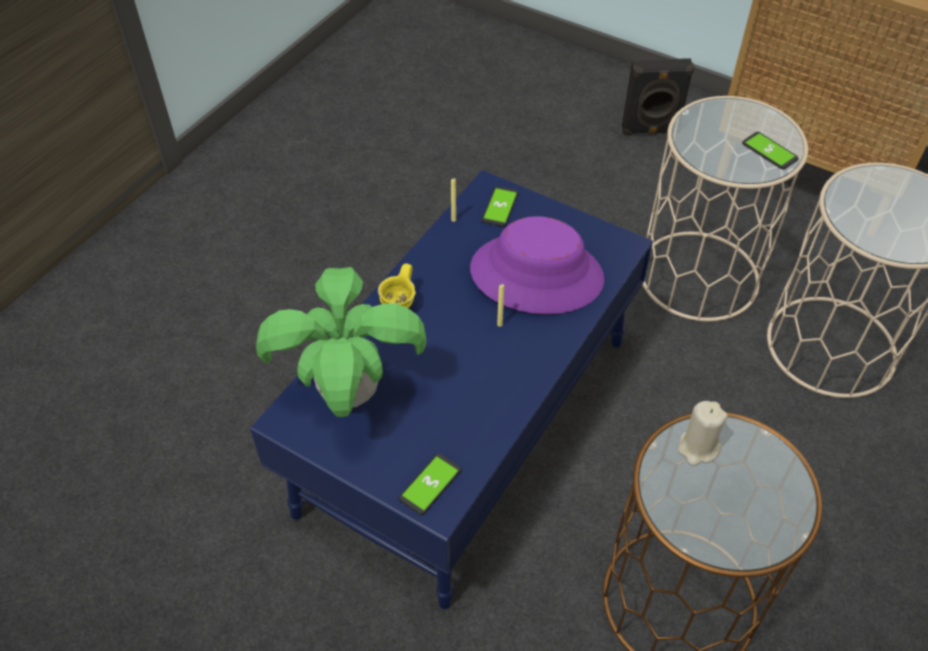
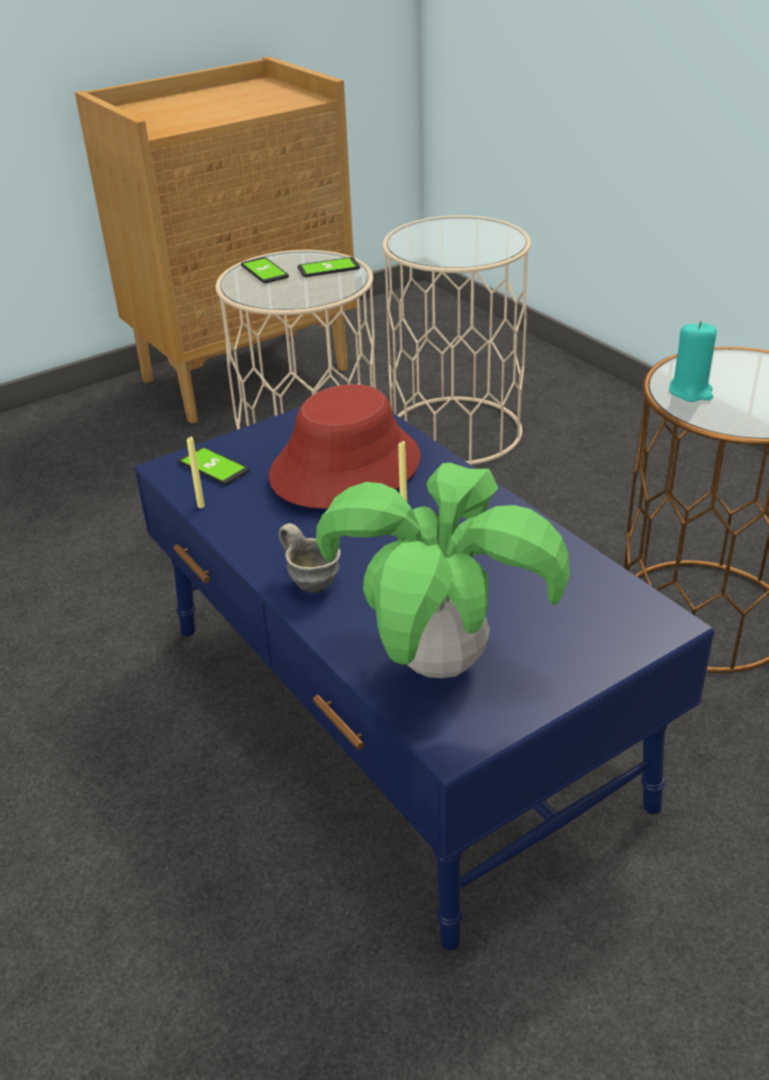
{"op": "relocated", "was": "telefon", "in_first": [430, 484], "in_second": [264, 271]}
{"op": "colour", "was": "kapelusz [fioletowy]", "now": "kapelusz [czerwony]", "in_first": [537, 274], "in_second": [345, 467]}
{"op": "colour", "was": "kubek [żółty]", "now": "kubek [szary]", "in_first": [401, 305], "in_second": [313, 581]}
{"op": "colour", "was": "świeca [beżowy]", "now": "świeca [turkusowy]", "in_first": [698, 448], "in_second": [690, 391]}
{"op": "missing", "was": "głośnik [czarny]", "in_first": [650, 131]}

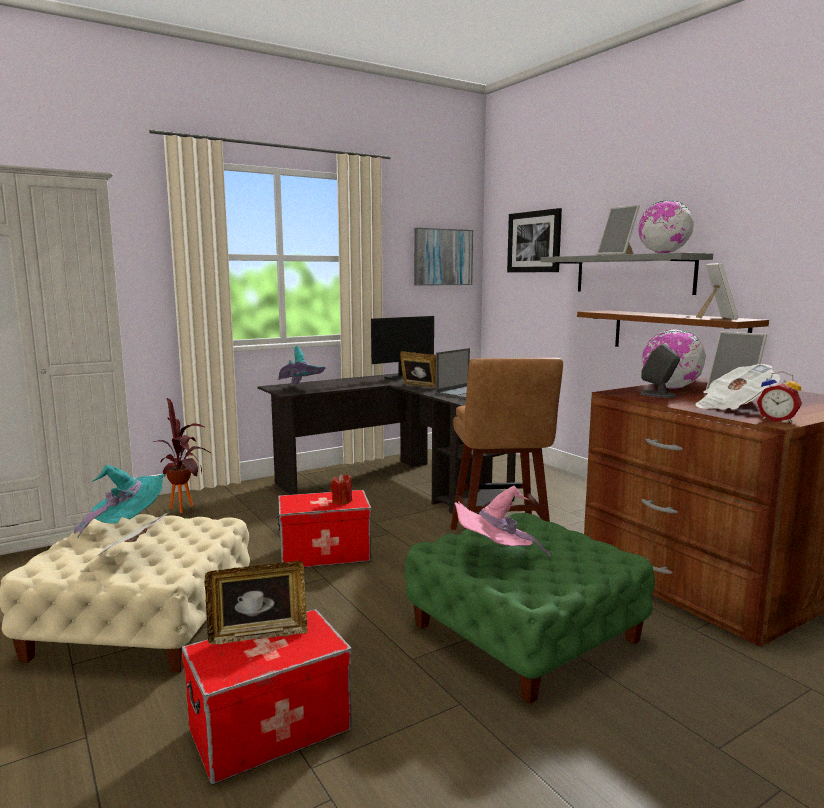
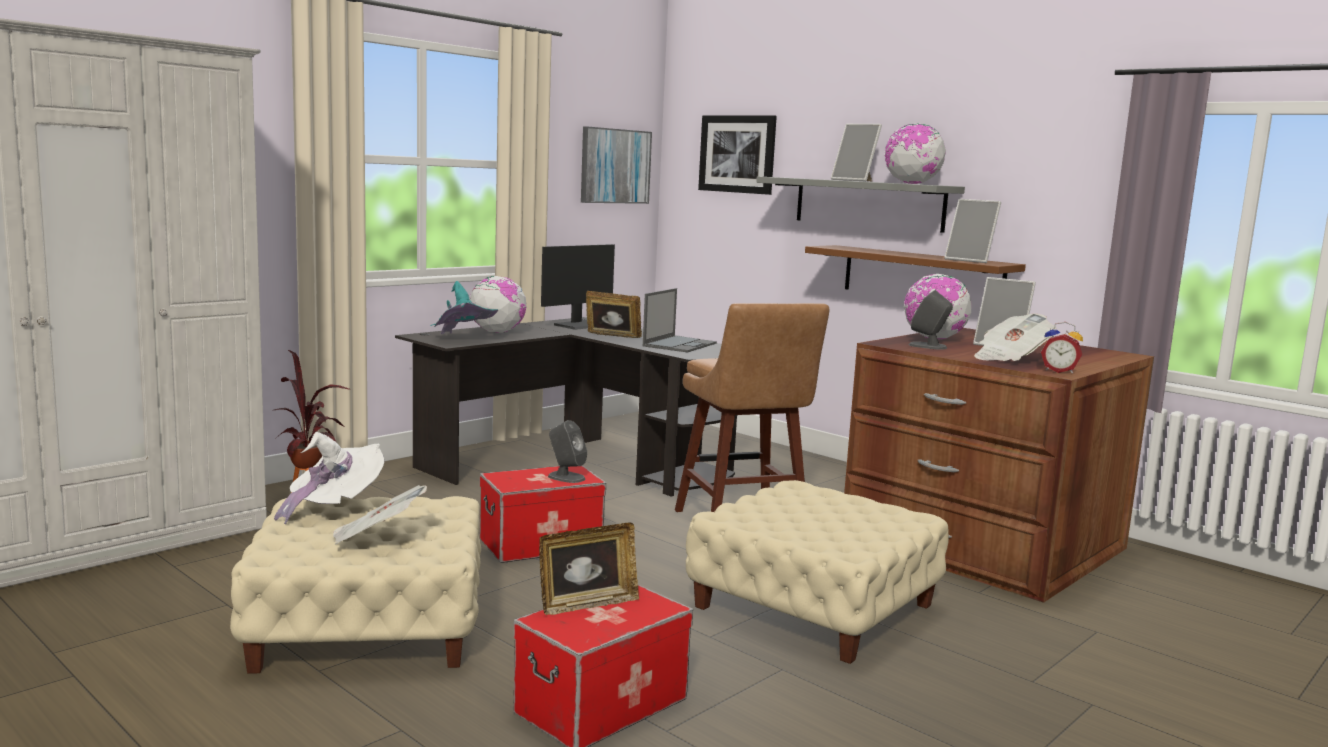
{"op": "colour", "was": "kapelusz [turkusowy]", "now": "kapelusz [biały]", "in_first": [128, 524], "in_second": [333, 507]}
{"op": "appeared", "now": "globus", "in_second": [497, 332]}
{"op": "exchanged", "was": "świeca [czerwony]", "now": "głośnik [szary]", "in_first": [341, 501], "in_second": [566, 477]}
{"op": "colour", "was": "pufa [zielony]", "now": "pufa [beżowy]", "in_first": [524, 633], "in_second": [814, 606]}
{"op": "spun", "was": "ramka na zdjęcie", "in_first": [716, 318], "in_second": [970, 260], "clockwise": 135}
{"op": "missing", "was": "kapelusz [różowy]", "in_first": [495, 556]}

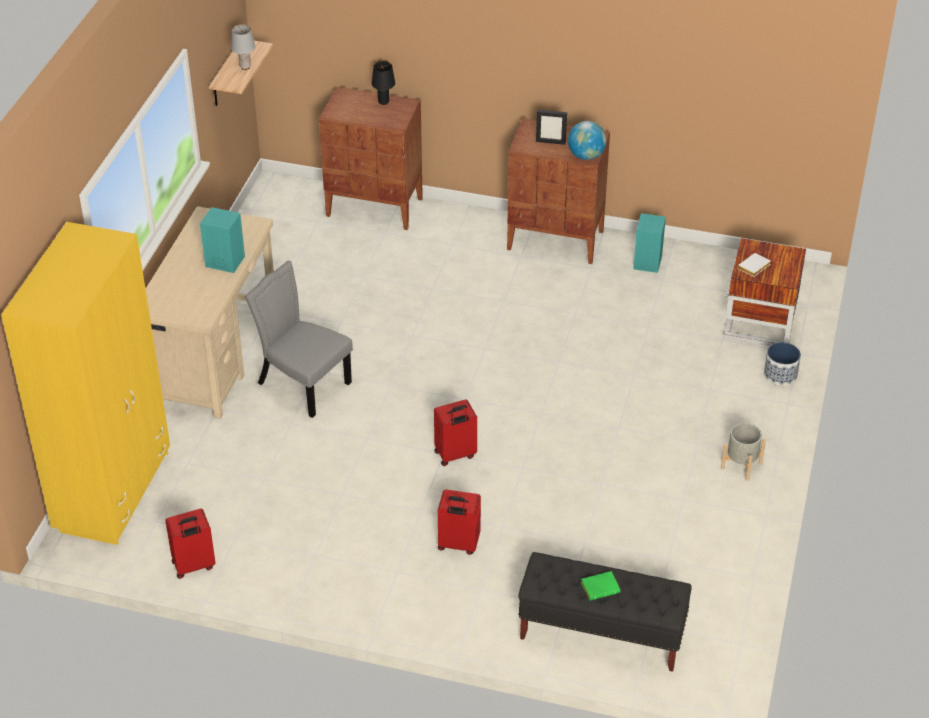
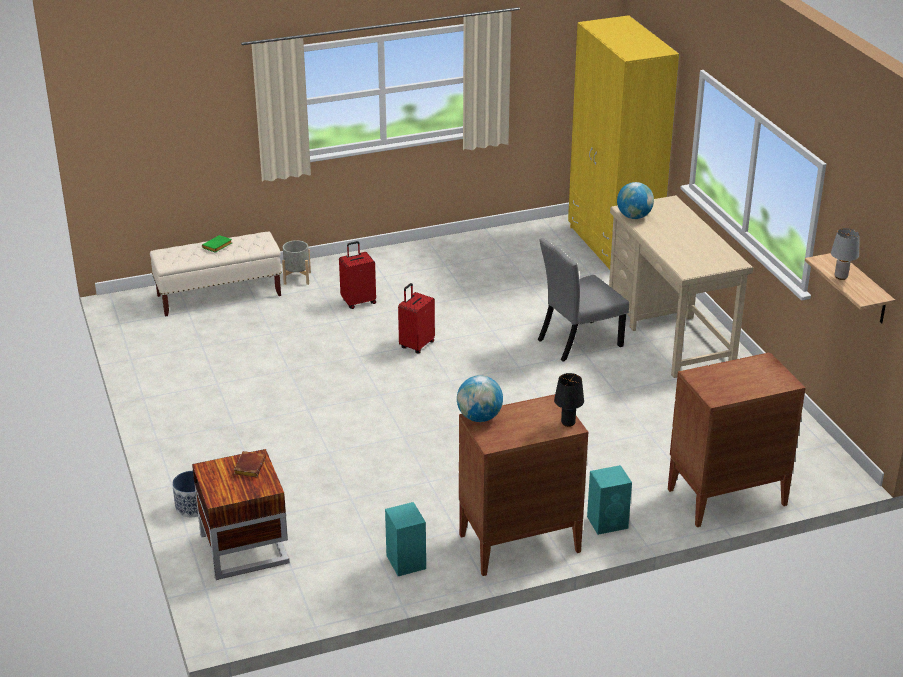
{"op": "colour", "was": "ławka [czarny]", "now": "ławka [beżowy]", "in_first": [601, 634], "in_second": [219, 296]}
{"op": "colour", "was": "książka [biały]", "now": "książka [brązowy]", "in_first": [754, 268], "in_second": [249, 466]}
{"op": "relocated", "was": "donica [szary]", "in_first": [741, 465], "in_second": [297, 278]}
{"op": "spun", "was": "krzesło [szary]", "in_first": [304, 385], "in_second": [580, 341], "clockwise": 150}
{"op": "relocated", "was": "lampa stołowa [czarny]", "in_first": [383, 101], "in_second": [568, 423]}
{"op": "relocated", "was": "głośnik [turkusowy]", "in_first": [224, 261], "in_second": [608, 522]}
{"op": "appeared", "now": "globus", "in_second": [634, 217]}
{"op": "missing", "was": "walizka [czerwony]", "in_first": [193, 566]}
{"op": "missing", "was": "ramka na zdjęcie", "in_first": [550, 141]}

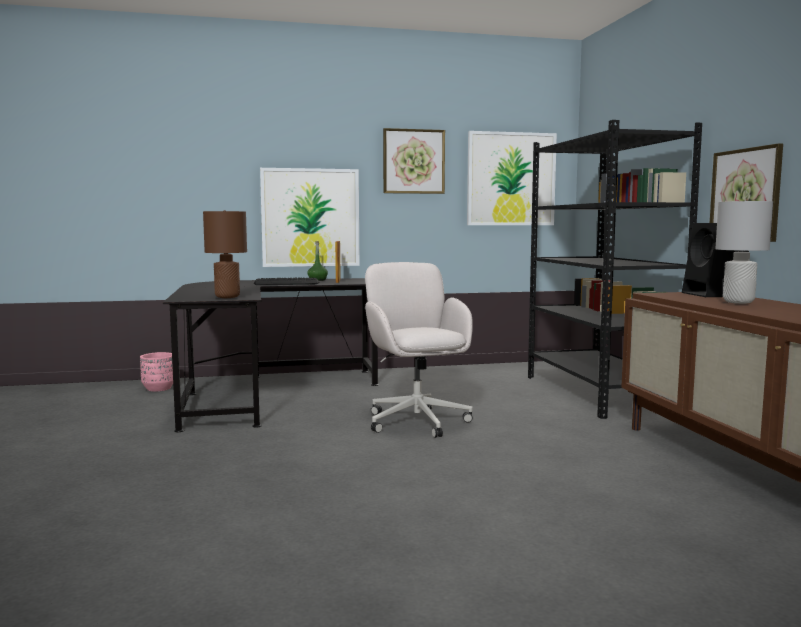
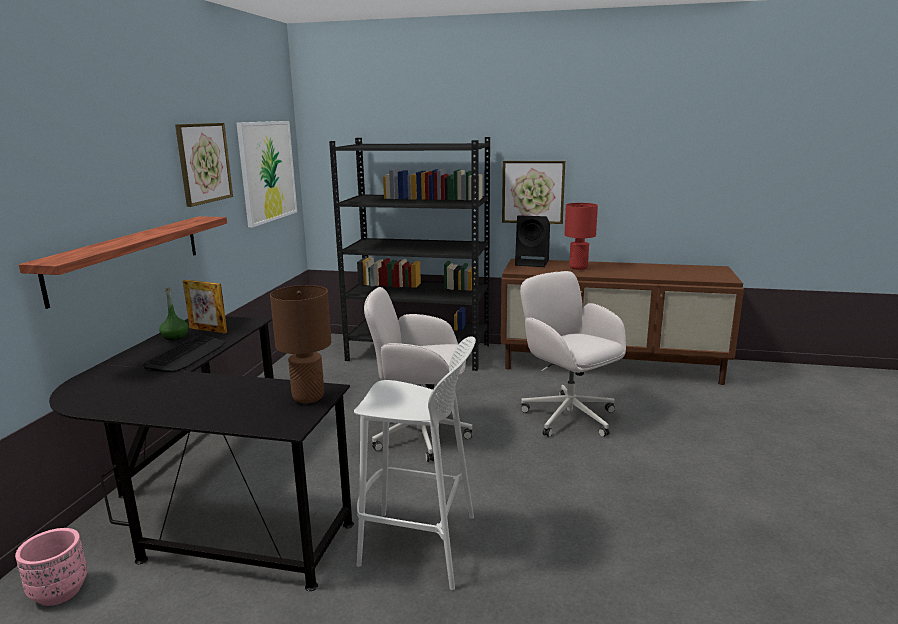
{"op": "exchanged", "was": "obraz", "now": "półka", "in_first": [310, 217], "in_second": [128, 256]}
{"op": "appeared", "now": "stołek [biały]", "in_second": [420, 545]}
{"op": "appeared", "now": "krzesło biurowe [biały]", "in_second": [569, 417]}
{"op": "colour", "was": "lampa stołowa [szary]", "now": "lampa stołowa [czerwony]", "in_first": [737, 303], "in_second": [578, 268]}

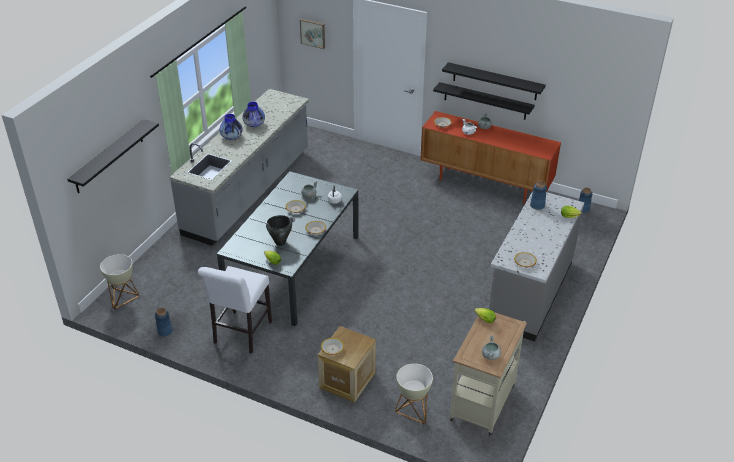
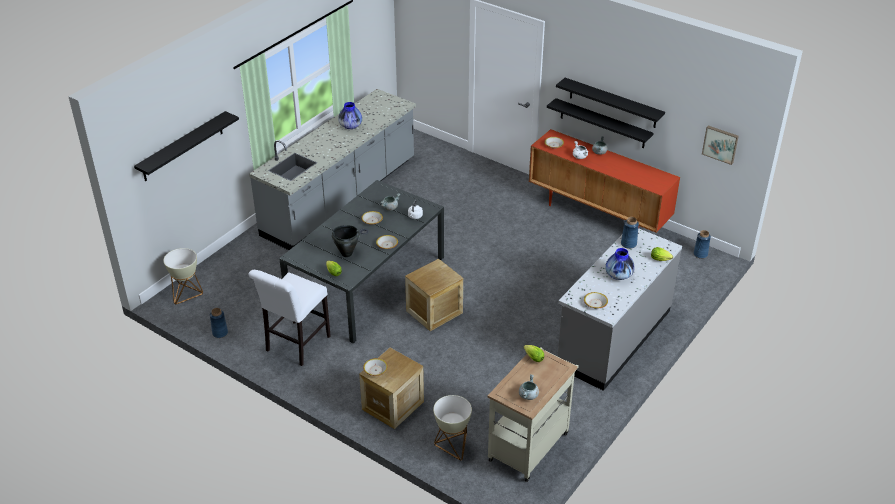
{"op": "appeared", "now": "skrzynka", "in_second": [434, 312]}
{"op": "relocated", "was": "wazon", "in_first": [231, 137], "in_second": [618, 275]}
{"op": "relocated", "was": "obraz", "in_first": [313, 33], "in_second": [720, 144]}

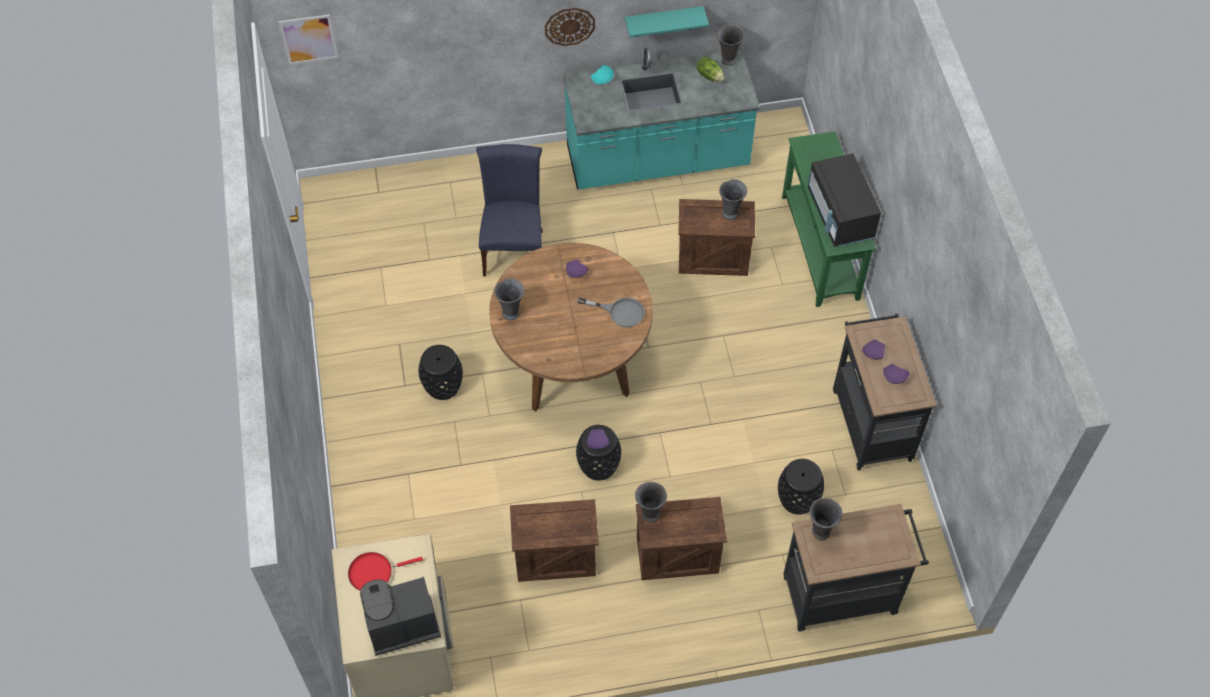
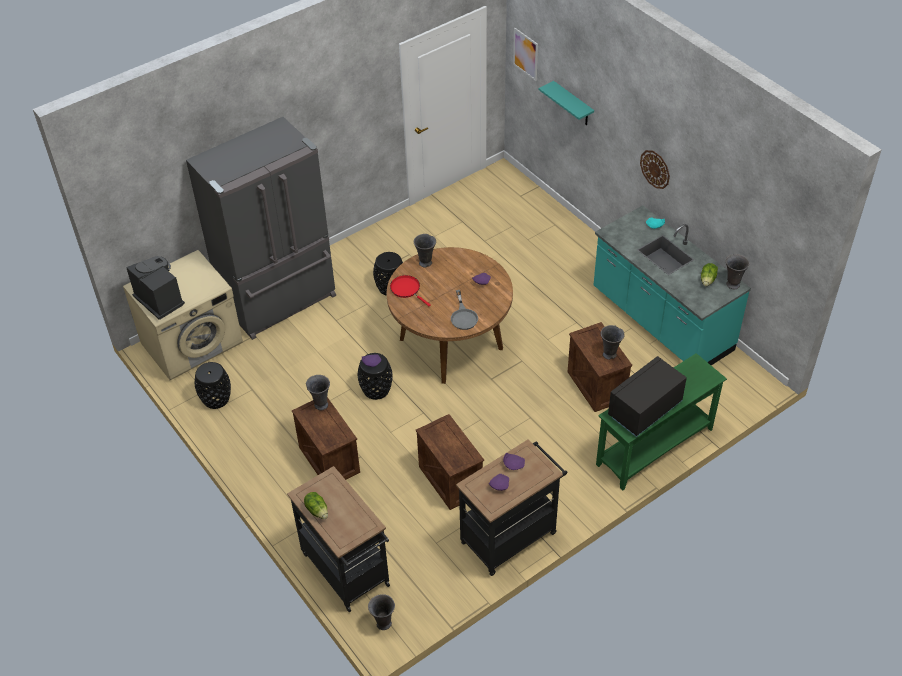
{"op": "appeared", "now": "lodówka [szary]", "in_second": [280, 301]}
{"op": "relocated", "was": "stołek [czarny]", "in_first": [797, 499], "in_second": [216, 399]}
{"op": "appeared", "now": "sałata", "in_second": [317, 510]}
{"op": "relocated", "was": "wazon [szary]", "in_first": [820, 532], "in_second": [383, 624]}
{"op": "relocated", "was": "patelnia [czerwony]", "in_first": [374, 572], "in_second": [407, 289]}
{"op": "relocated", "was": "skrzynka", "in_first": [554, 558], "in_second": [449, 480]}
{"op": "relocated", "was": "półka [turkusowy]", "in_first": [663, 22], "in_second": [573, 104]}
{"op": "missing", "was": "krzesło [niebieski]", "in_first": [514, 248]}

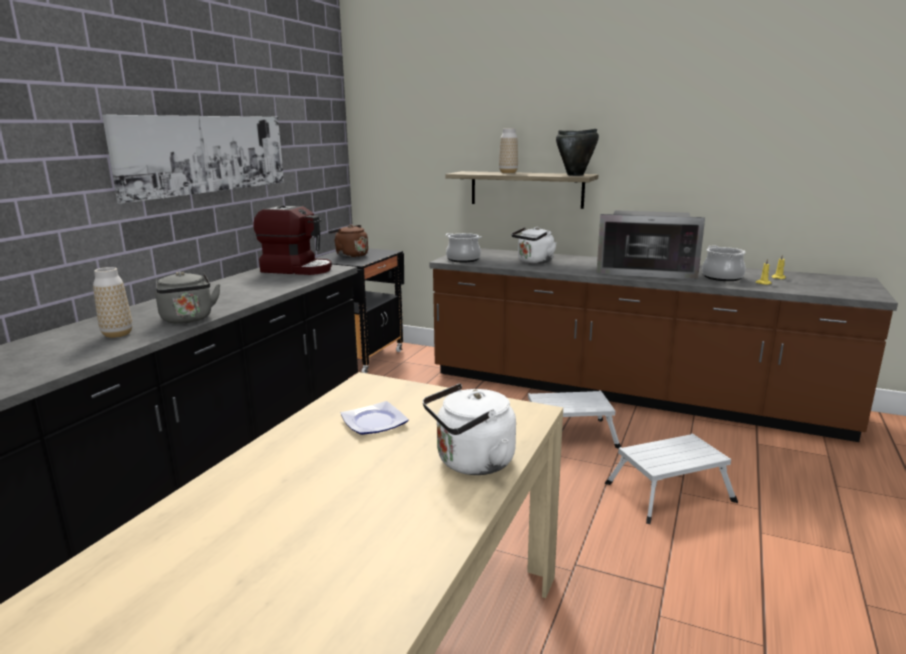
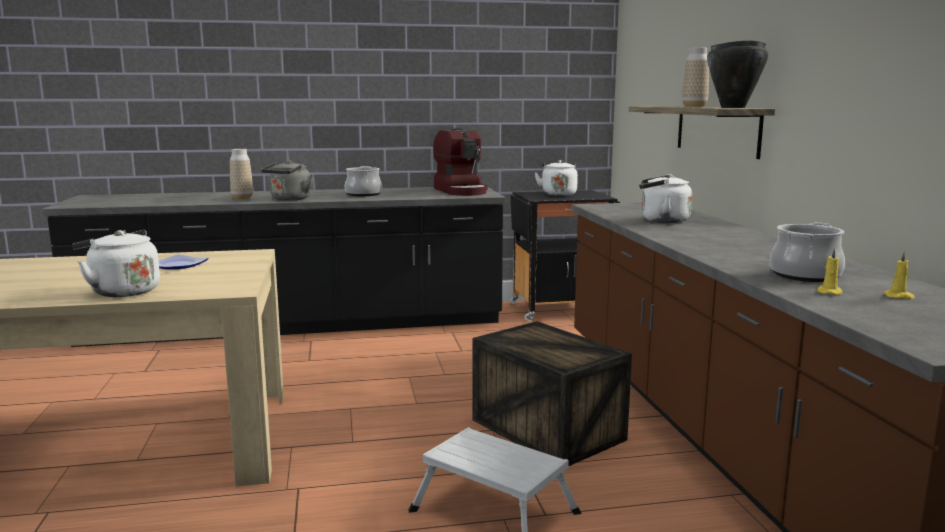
{"op": "relocated", "was": "garnek", "in_first": [463, 259], "in_second": [363, 194]}
{"op": "exchanged", "was": "drabinka [biały]", "now": "skrzynka", "in_first": [569, 435], "in_second": [549, 430]}
{"op": "colour", "was": "czajnik [brązowy]", "now": "czajnik [biały]", "in_first": [350, 255], "in_second": [558, 194]}
{"op": "missing", "was": "obraz", "in_first": [206, 154]}
{"op": "missing", "was": "mikrofalówka", "in_first": [646, 271]}

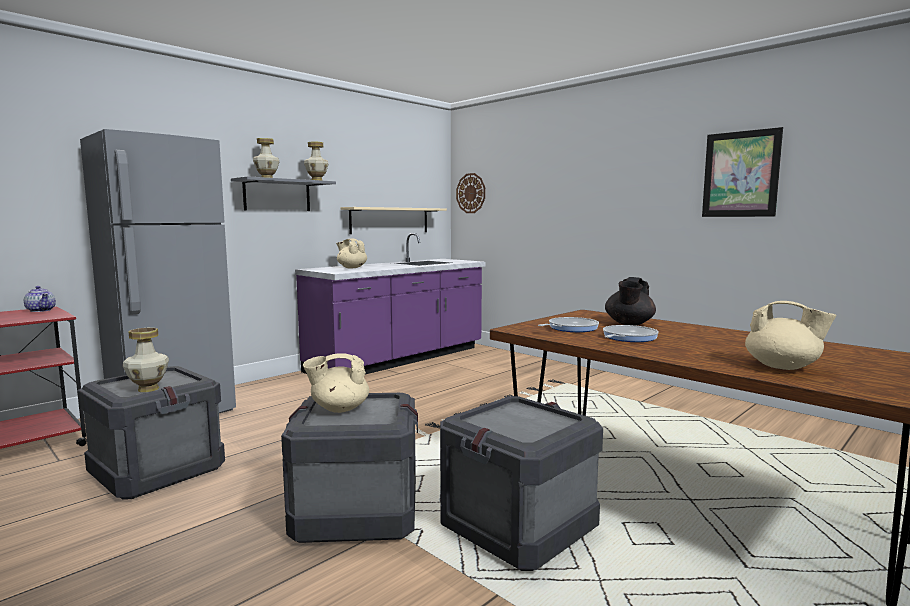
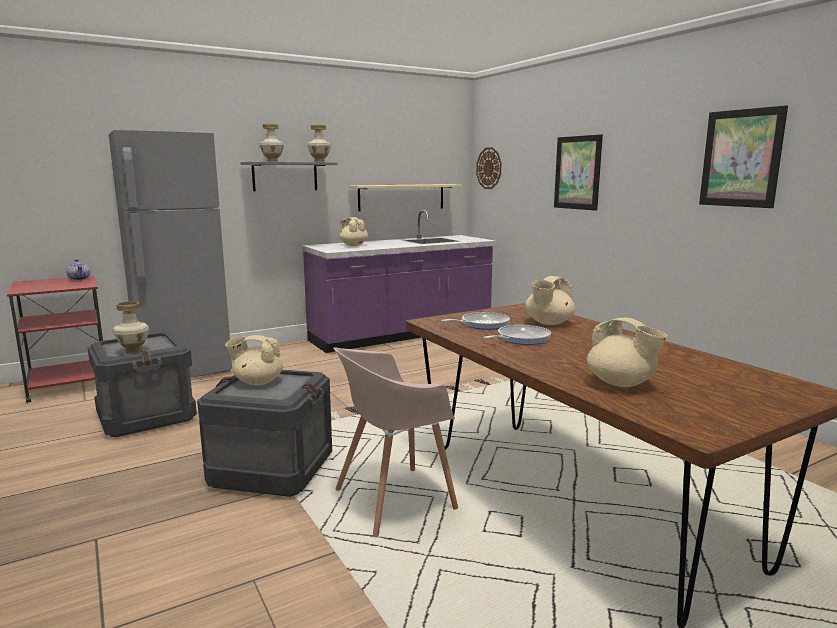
{"op": "exchanged", "was": "skrzynka", "now": "krzesło [beżowy]", "in_first": [517, 526], "in_second": [393, 500]}
{"op": "colour", "was": "imbryk [czarny]", "now": "imbryk [beżowy]", "in_first": [629, 324], "in_second": [548, 323]}
{"op": "appeared", "now": "obraz", "in_second": [577, 172]}

